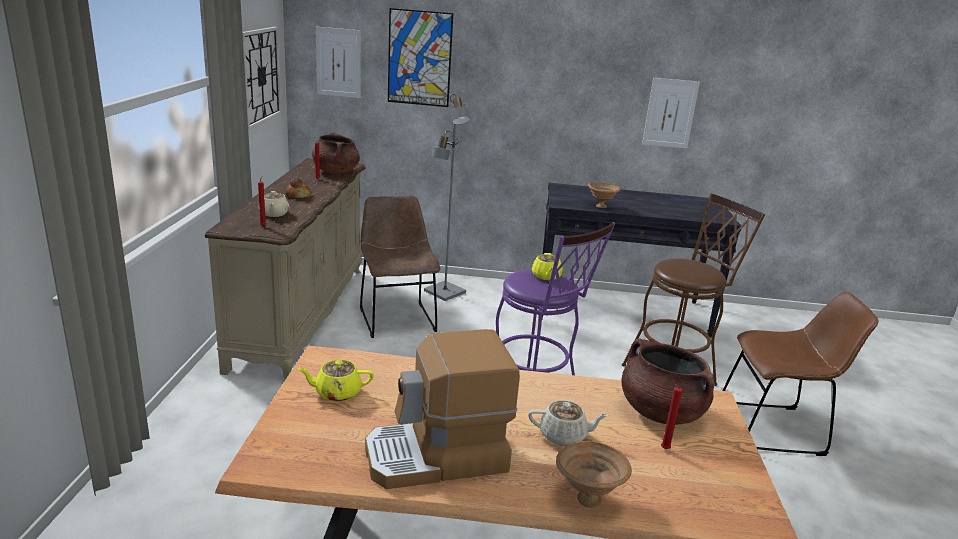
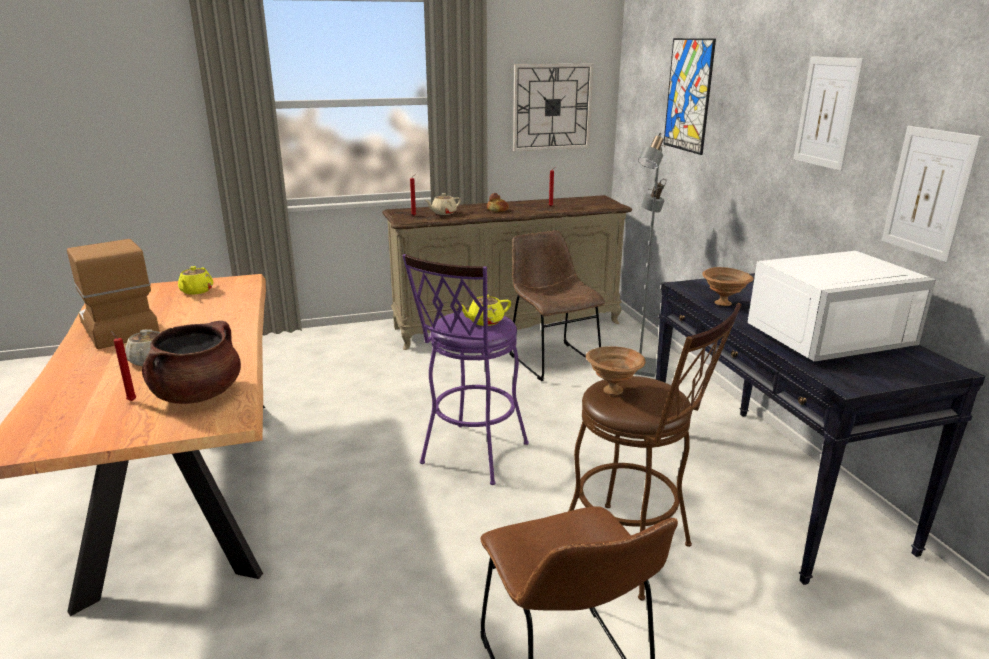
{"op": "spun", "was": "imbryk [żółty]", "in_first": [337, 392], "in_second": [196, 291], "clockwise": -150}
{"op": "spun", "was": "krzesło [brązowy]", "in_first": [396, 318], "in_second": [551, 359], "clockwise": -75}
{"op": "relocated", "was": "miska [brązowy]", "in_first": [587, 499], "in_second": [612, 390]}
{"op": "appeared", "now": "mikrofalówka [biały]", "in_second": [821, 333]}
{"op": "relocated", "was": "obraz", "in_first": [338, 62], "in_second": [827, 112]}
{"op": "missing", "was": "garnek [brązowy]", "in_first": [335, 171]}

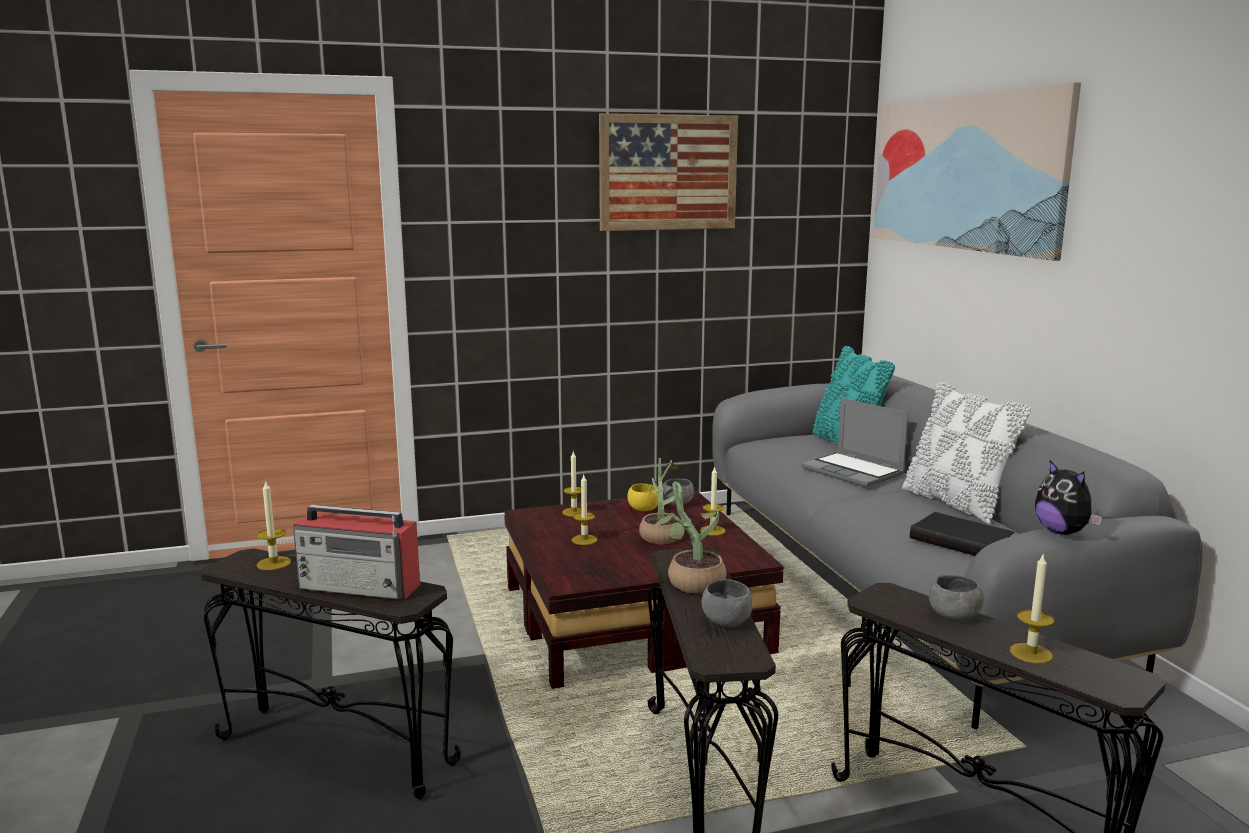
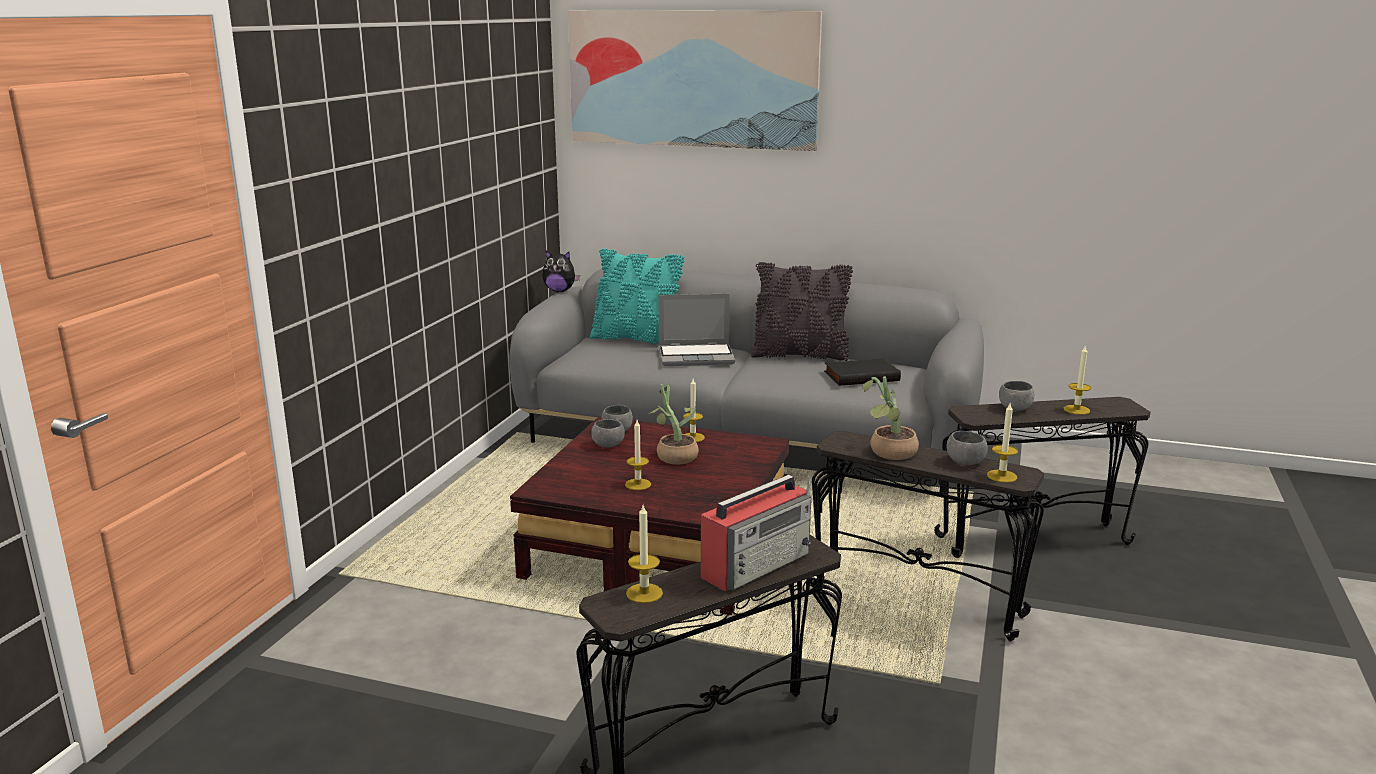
{"op": "relocated", "was": "pluszak", "in_first": [1062, 532], "in_second": [560, 291]}
{"op": "colour", "was": "miska [żółty]", "now": "miska [szary]", "in_first": [643, 509], "in_second": [608, 445]}
{"op": "colour", "was": "poduszka [biały]", "now": "poduszka [czarny]", "in_first": [956, 503], "in_second": [800, 355]}
{"op": "relocated", "was": "świeca", "in_first": [574, 512], "in_second": [1002, 476]}
{"op": "missing", "was": "obraz", "in_first": [668, 172]}

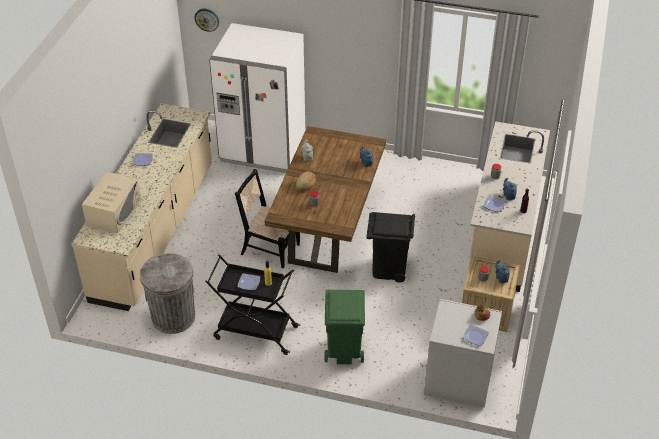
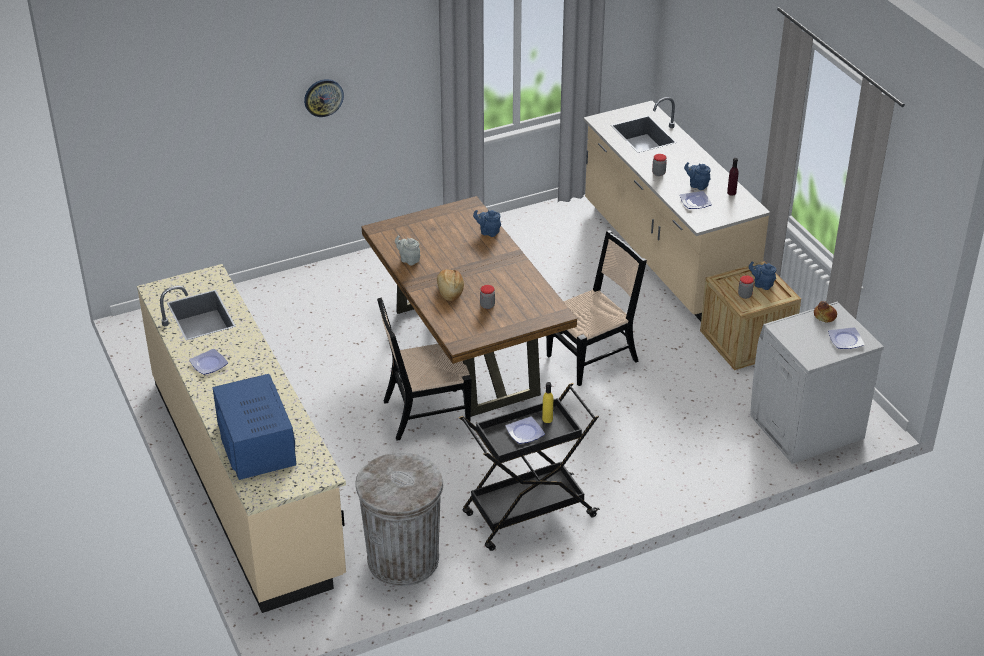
{"op": "colour", "was": "mikrofalówka [beżowy]", "now": "mikrofalówka [niebieski]", "in_first": [114, 212], "in_second": [256, 444]}
{"op": "relocated", "was": "zegar ścienny", "in_first": [207, 19], "in_second": [323, 97]}
{"op": "exchanged", "was": "kosz na śmieci [czarny]", "now": "krzesło", "in_first": [389, 269], "in_second": [592, 358]}
{"op": "missing", "was": "lodówka [biały]", "in_first": [263, 150]}
{"op": "missing", "was": "kosz na śmieci [zielony]", "in_first": [343, 350]}

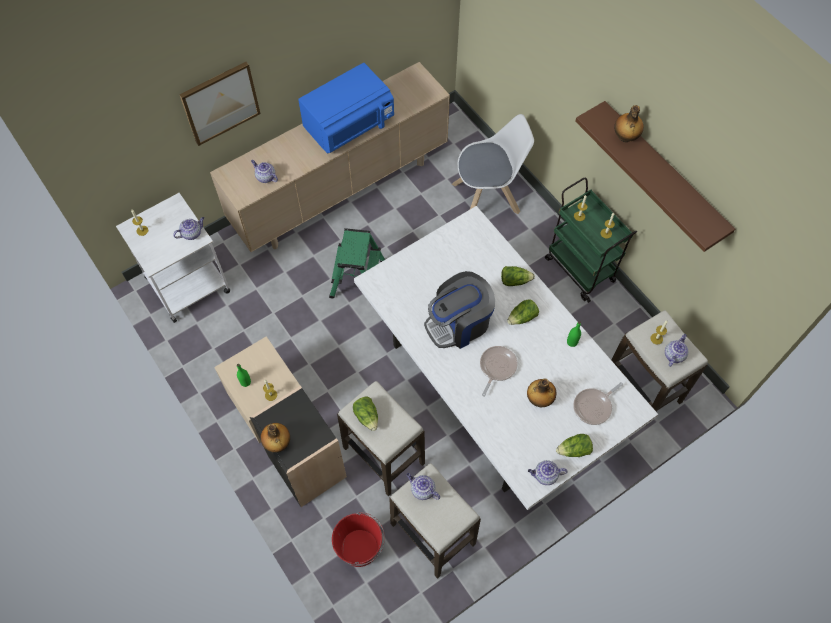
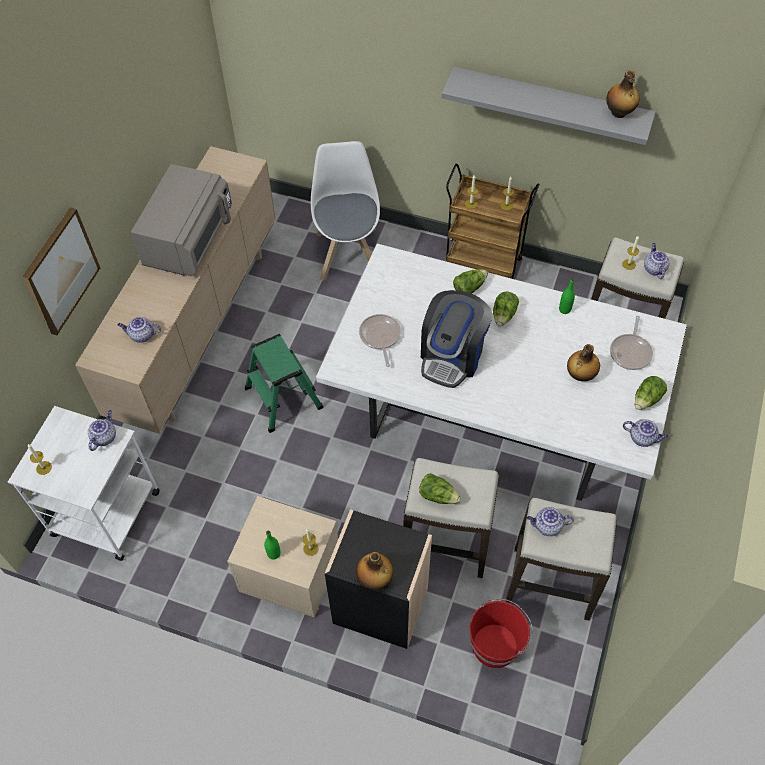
{"op": "colour", "was": "mikrofalówka [niebieski]", "now": "mikrofalówka [szary]", "in_first": [349, 126], "in_second": [189, 240]}
{"op": "spun", "was": "krzesło", "in_first": [488, 197], "in_second": [348, 251], "clockwise": -45}
{"op": "relocated", "was": "patelnia", "in_first": [496, 367], "in_second": [380, 337]}
{"op": "colour", "was": "półka [brązowy]", "now": "półka [szary]", "in_first": [663, 173], "in_second": [550, 103]}
{"op": "colour", "was": "wózek [zielony]", "now": "wózek [brązowy]", "in_first": [580, 270], "in_second": [483, 266]}
{"op": "relocated", "was": "butelka", "in_first": [625, 137], "in_second": [619, 113]}
{"op": "spun", "was": "imbryk", "in_first": [545, 475], "in_second": [642, 438], "clockwise": -120}

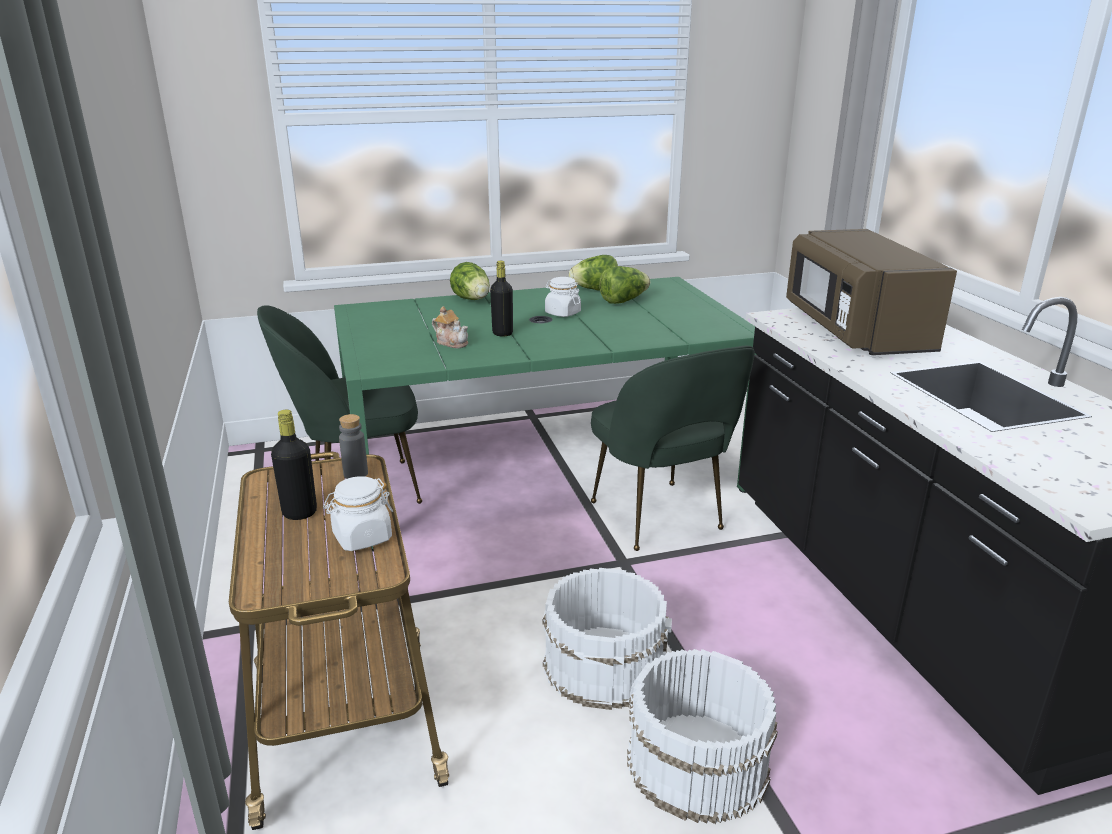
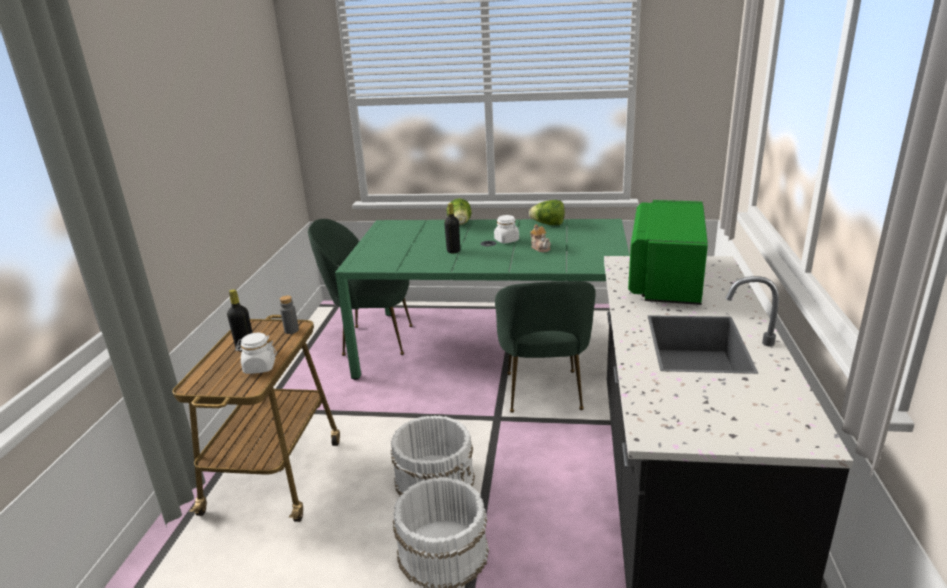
{"op": "relocated", "was": "imbryk", "in_first": [452, 342], "in_second": [540, 248]}
{"op": "colour", "was": "mikrofalówka [brązowy]", "now": "mikrofalówka [zielony]", "in_first": [854, 331], "in_second": [665, 279]}
{"op": "missing", "was": "sałata", "in_first": [623, 301]}

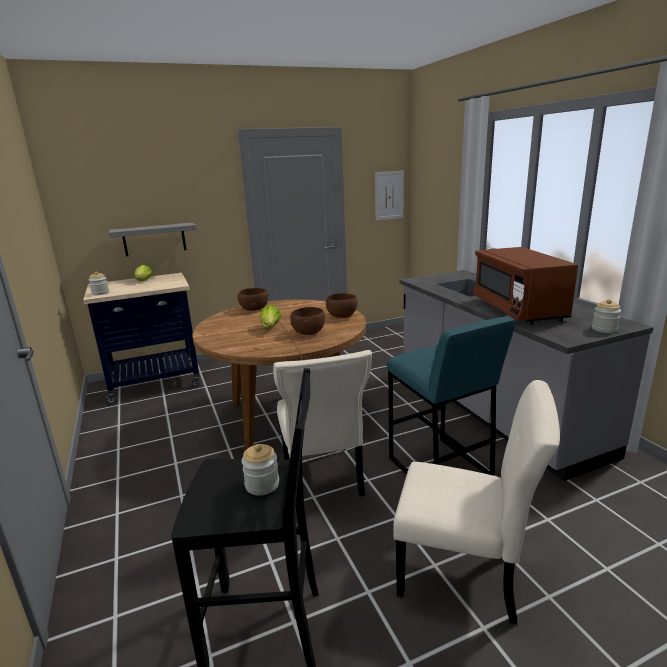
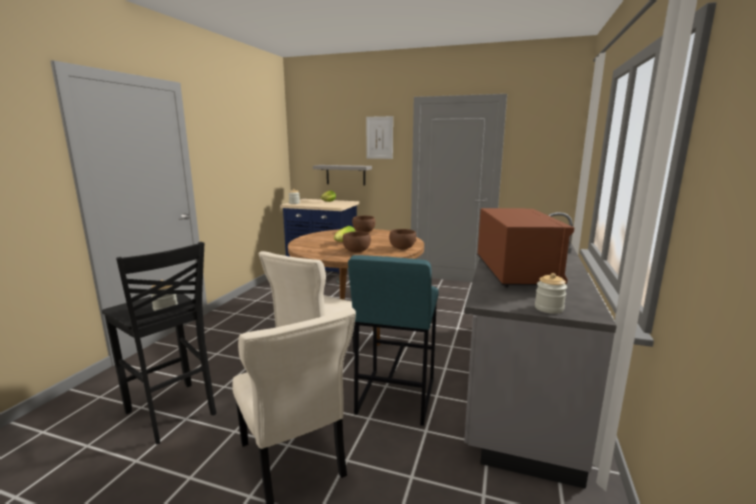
{"op": "relocated", "was": "obraz", "in_first": [389, 195], "in_second": [379, 137]}
{"op": "spun", "was": "mikrofalówka [brązowy]", "in_first": [518, 309], "in_second": [515, 273], "clockwise": 150}

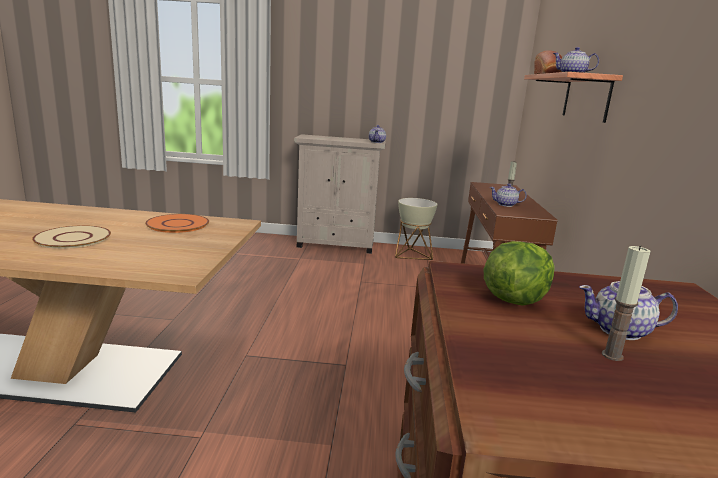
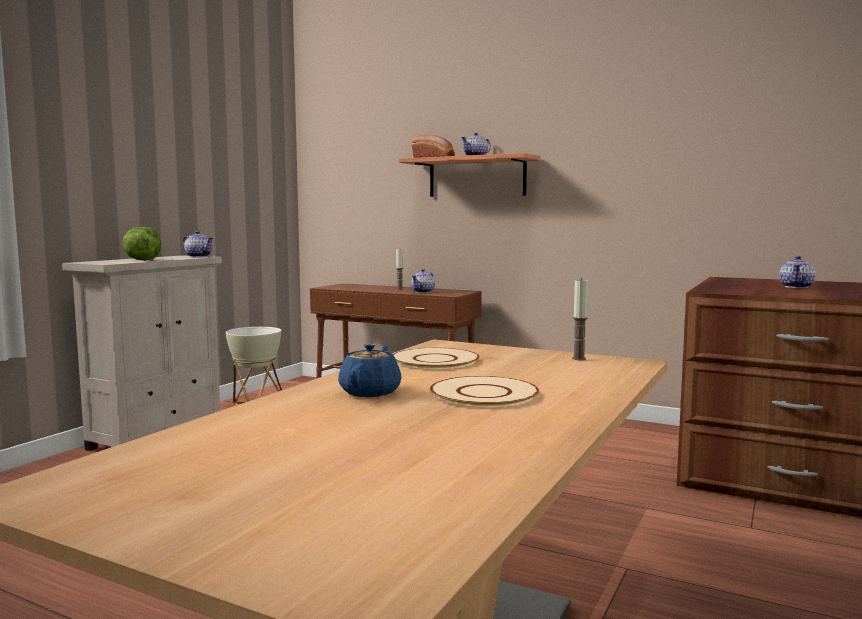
{"op": "relocated", "was": "sałata", "in_first": [514, 299], "in_second": [143, 260]}
{"op": "appeared", "now": "imbryk [niebieski]", "in_second": [371, 392]}
{"op": "colour", "was": "talerz [pomarańczowy]", "now": "talerz [beżowy]", "in_first": [177, 224], "in_second": [434, 360]}
{"op": "relocated", "was": "świeca", "in_first": [612, 355], "in_second": [579, 358]}

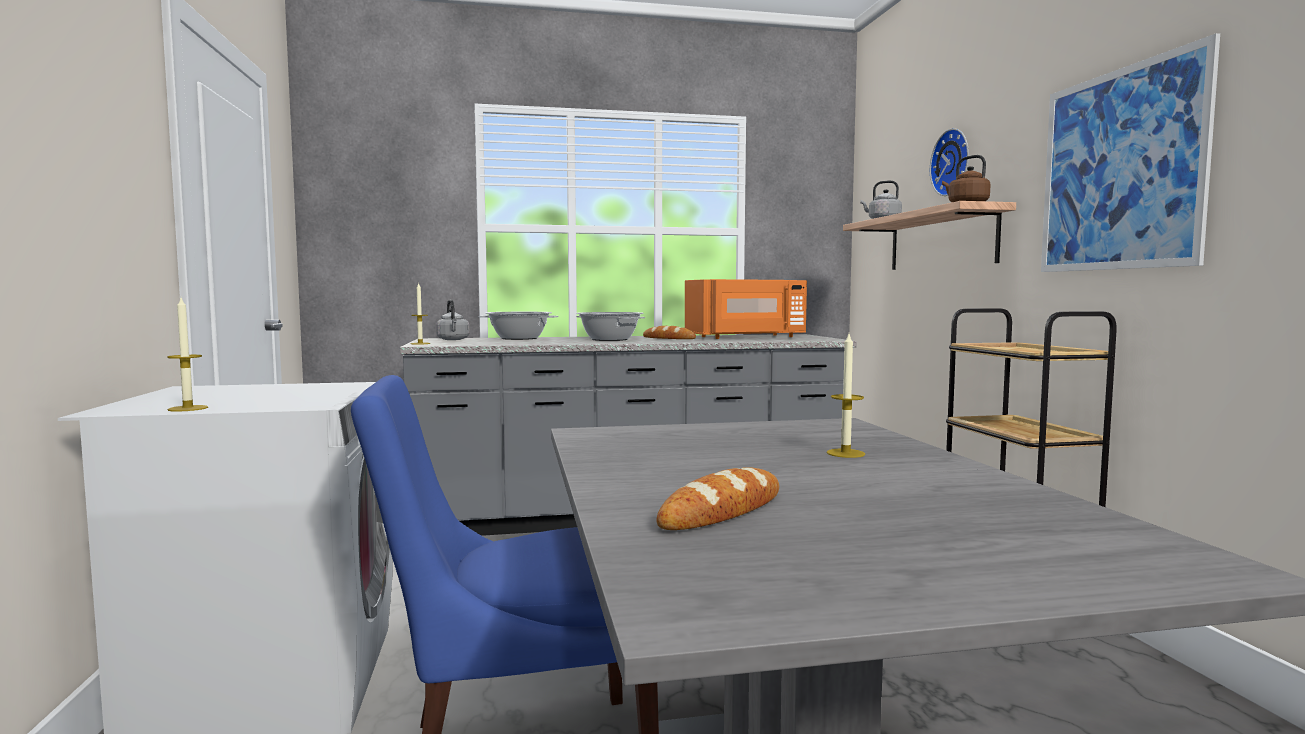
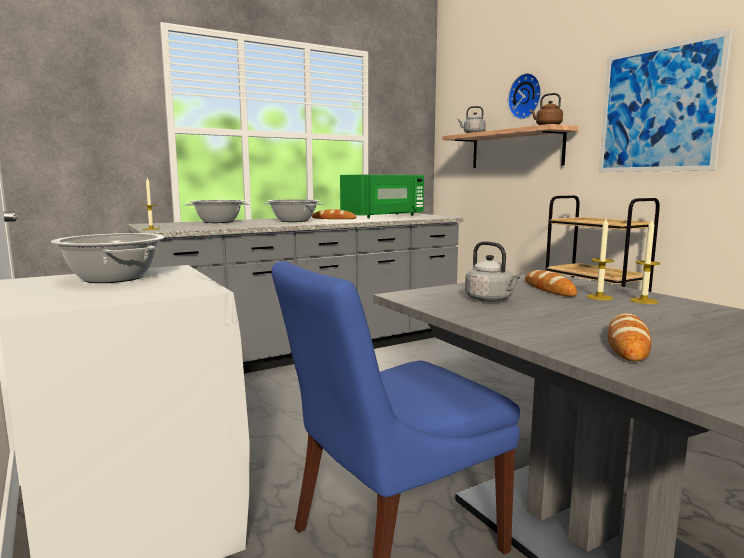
{"op": "appeared", "now": "garnek", "in_second": [114, 278]}
{"op": "colour", "was": "mikrofalówka [pomarańczowy]", "now": "mikrofalówka [zielony]", "in_first": [747, 337], "in_second": [384, 216]}
{"op": "relocated", "was": "czajnik [szary]", "in_first": [453, 339], "in_second": [491, 300]}
{"op": "appeared", "now": "chleb", "in_second": [549, 289]}
{"op": "relocated", "was": "świeca", "in_first": [188, 408], "in_second": [643, 301]}

